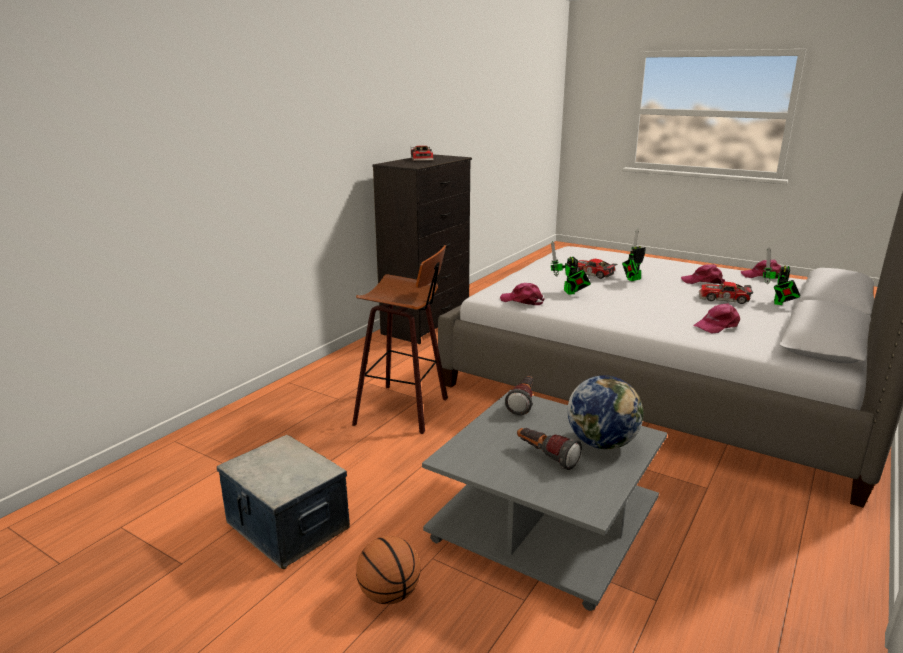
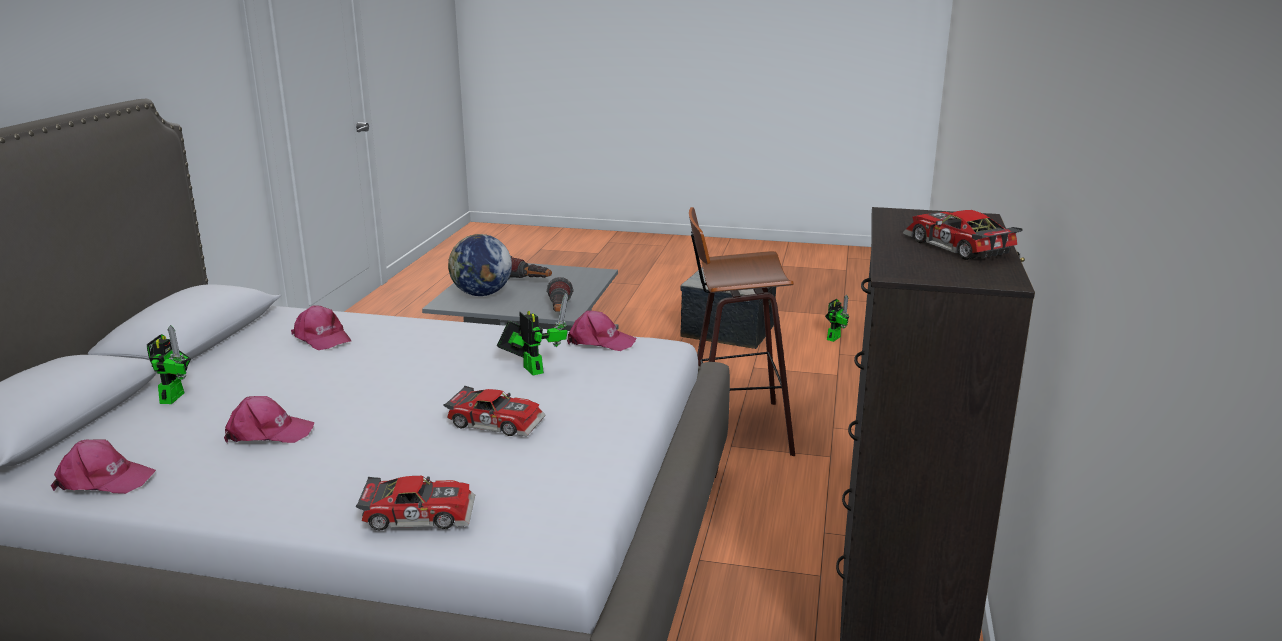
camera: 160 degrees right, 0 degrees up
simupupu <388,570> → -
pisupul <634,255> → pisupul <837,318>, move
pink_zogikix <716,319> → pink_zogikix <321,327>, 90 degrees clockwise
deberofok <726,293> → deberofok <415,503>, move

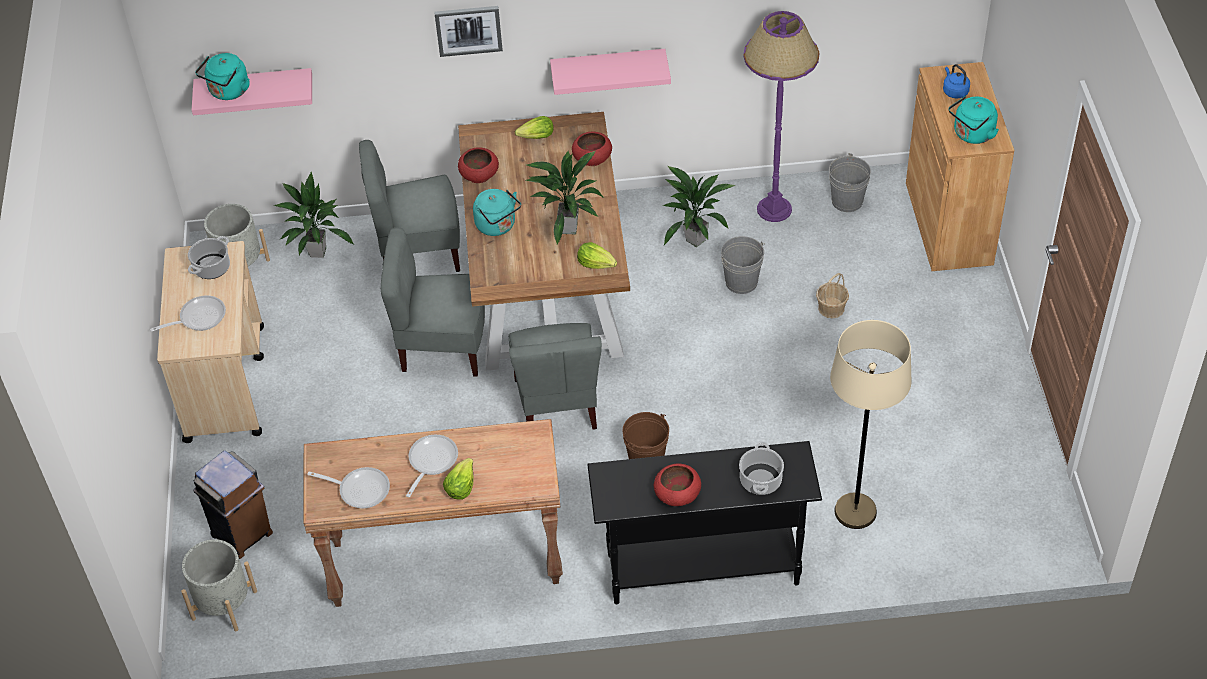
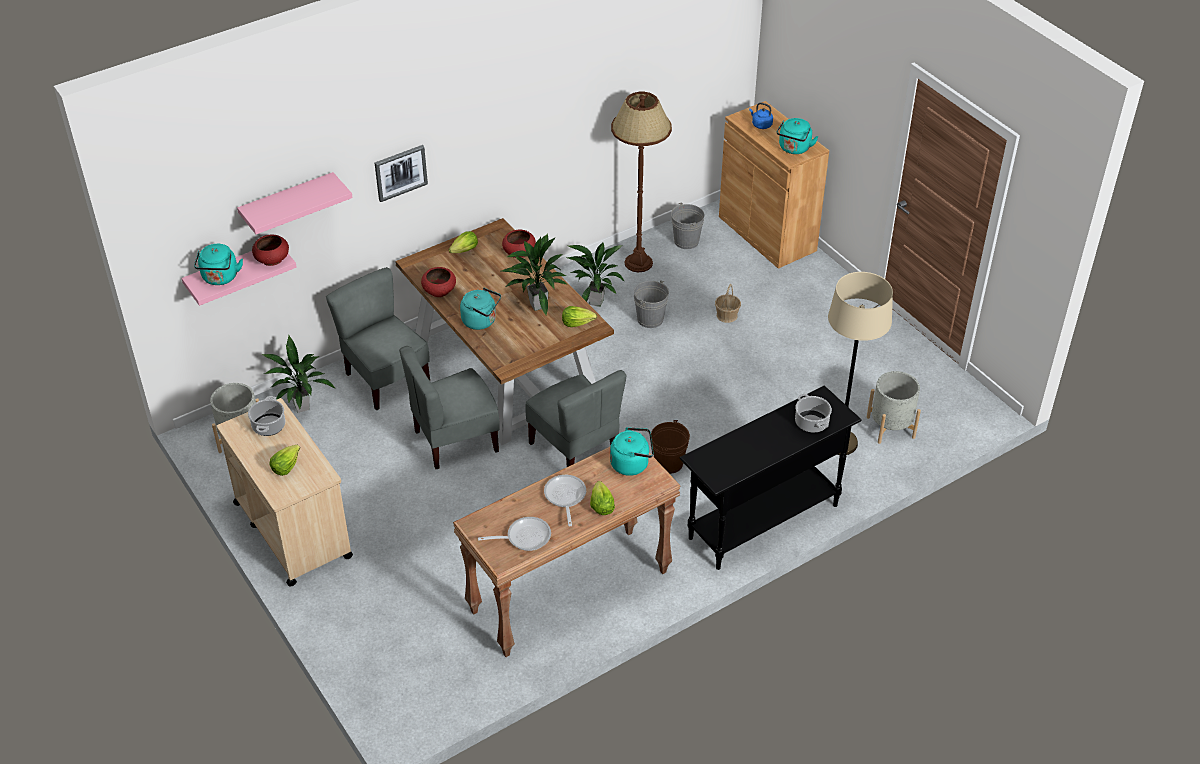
camera: 30 degrees left, 5 degrees down
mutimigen <188,313> → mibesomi <285,460>
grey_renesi <219,585> → grey_renesi <894,407>, move
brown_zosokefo <233,505> → -
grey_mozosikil <409,206> → grey_mozosikil <378,339>, 90 degrees clockwise
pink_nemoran <610,72> → pink_nemoran <295,203>, move
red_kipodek <677,484> → red_kipodek <270,250>, move
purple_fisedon <781,116> → brown_fisedon <641,182>
- → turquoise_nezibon <631,451>

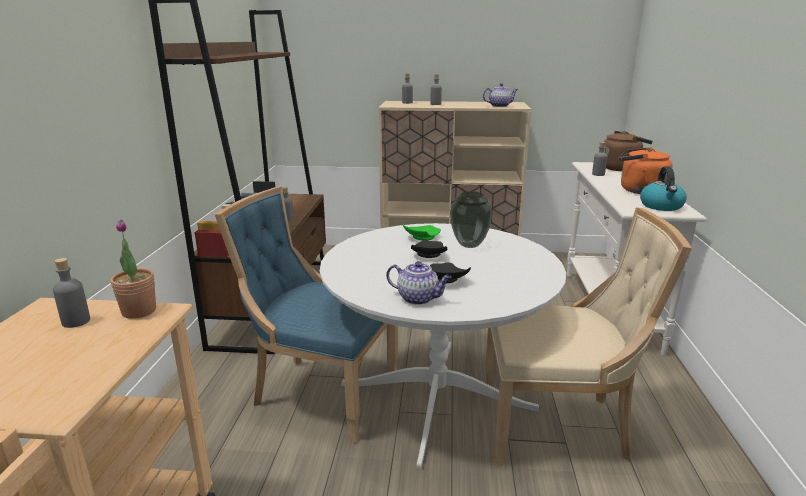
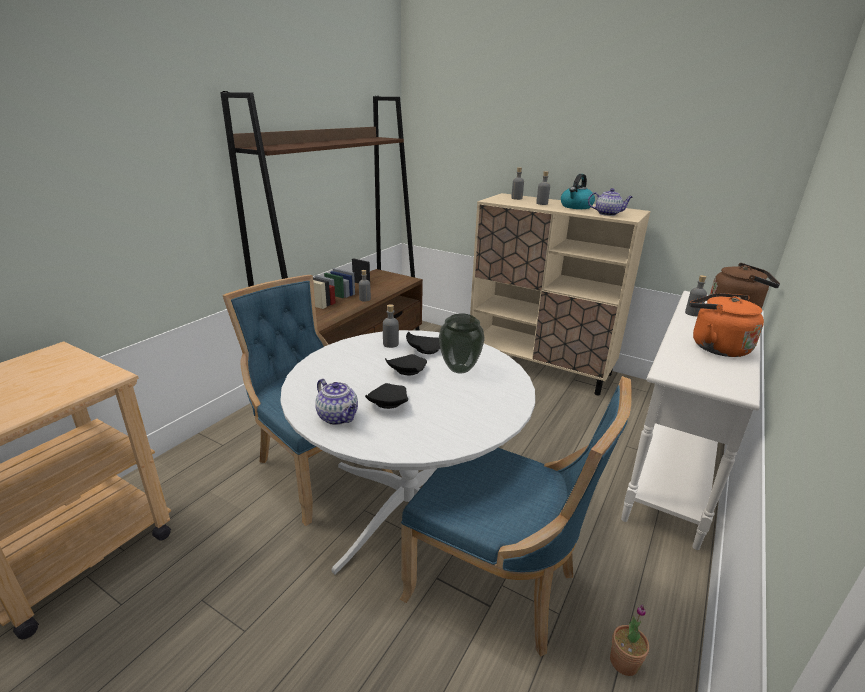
camera: 25 degrees right, 5 degrees up
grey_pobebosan <71,293> → grey_pobebosan <391,326>, move
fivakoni <133,269> → fivakoni <629,640>, move
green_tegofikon <422,232> → black_tegofikon <423,343>
beige_mozosikil <588,336> → blue_mozosikil <516,516>
nezibon <663,188> → nezibon <578,191>, move

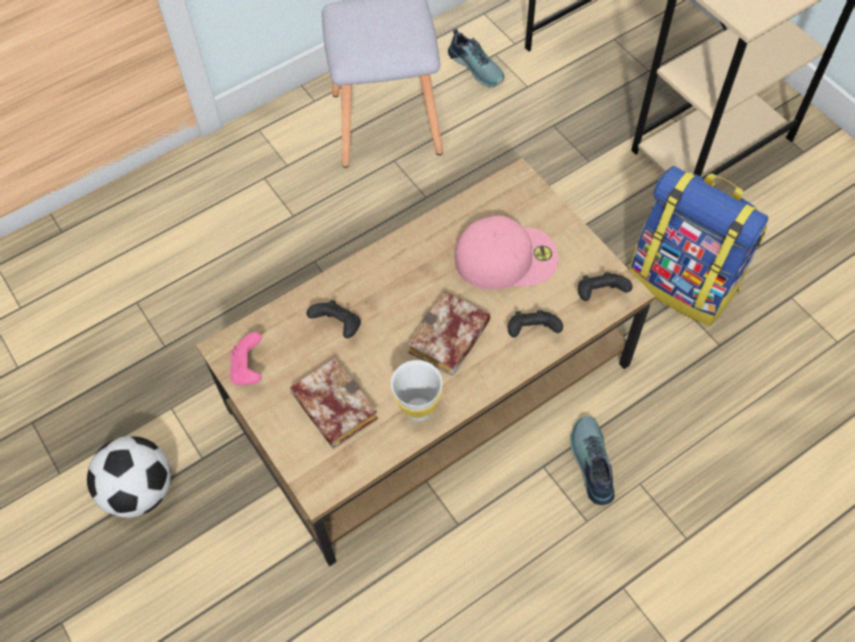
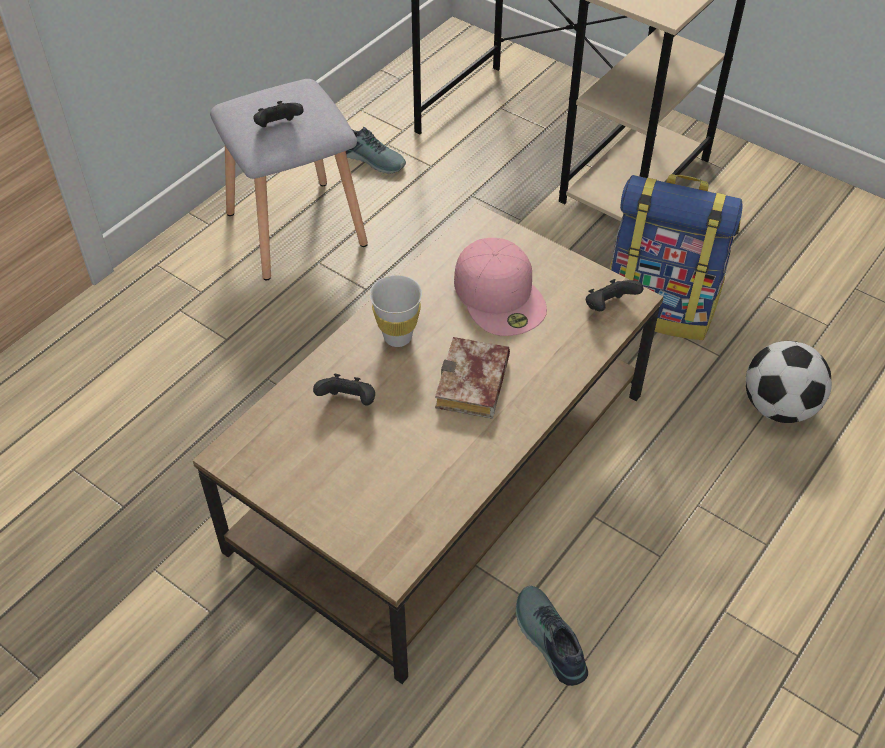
camera: 20 degrees left, 10 degrees down
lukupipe <129,477> → lukupipe <789,382>, move
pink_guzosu <246,358> → -
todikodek <334,403> → -
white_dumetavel <417,391> → white_dumetavel <395,311>, move
pink_zogikix <506,252> → pink_zogikix <500,287>, 90 degrees clockwise
black_guzosu <535,324> → black_guzosu <278,114>, move
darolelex <592,460> → darolelex <552,636>, move

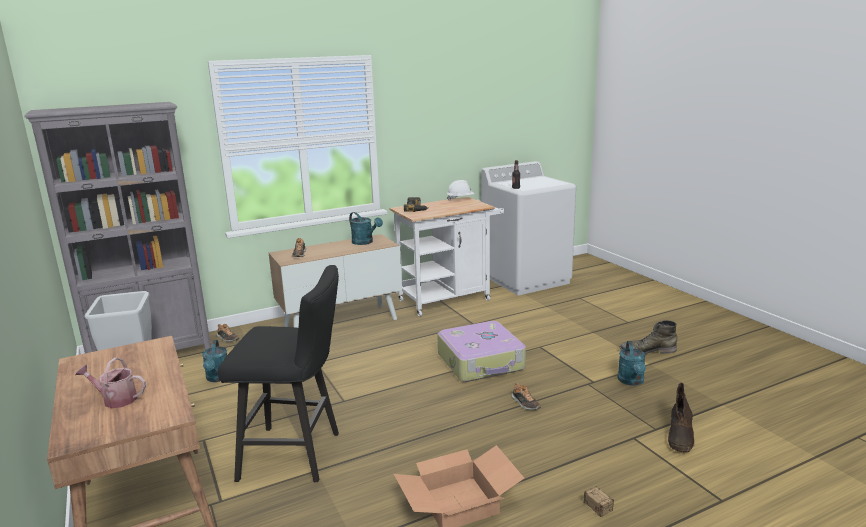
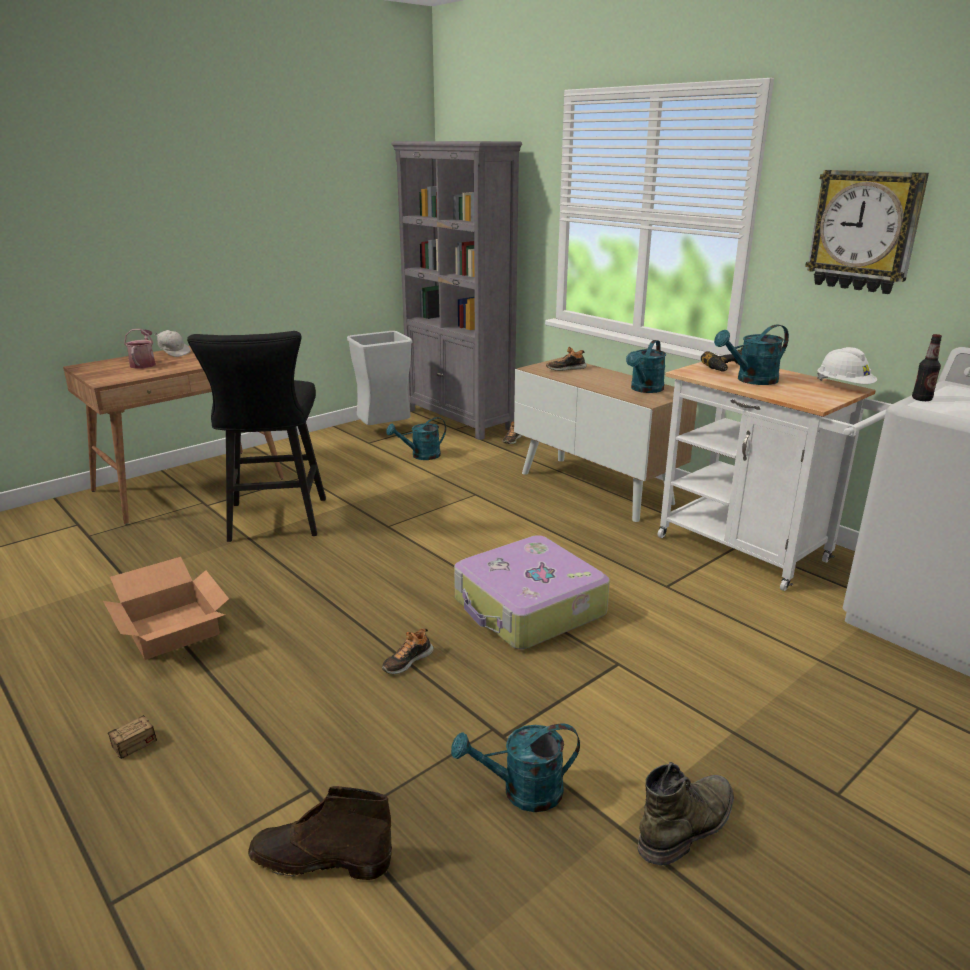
camera: 75 degrees right, 5 degrees up
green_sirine <648,337> → green_sirine <685,813>, 60 degrees clockwise
- → white_zogikix <172,343>
- → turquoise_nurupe <751,354>
- → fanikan <867,232>

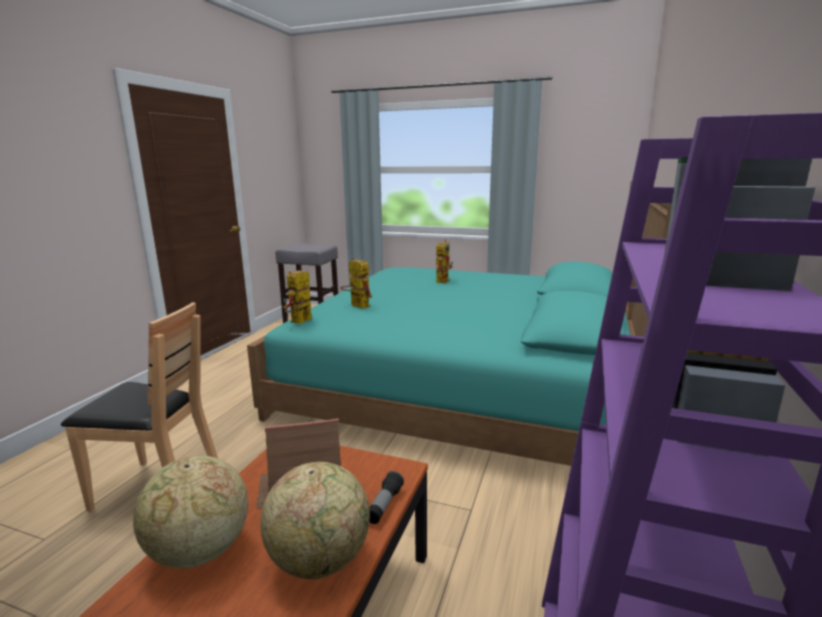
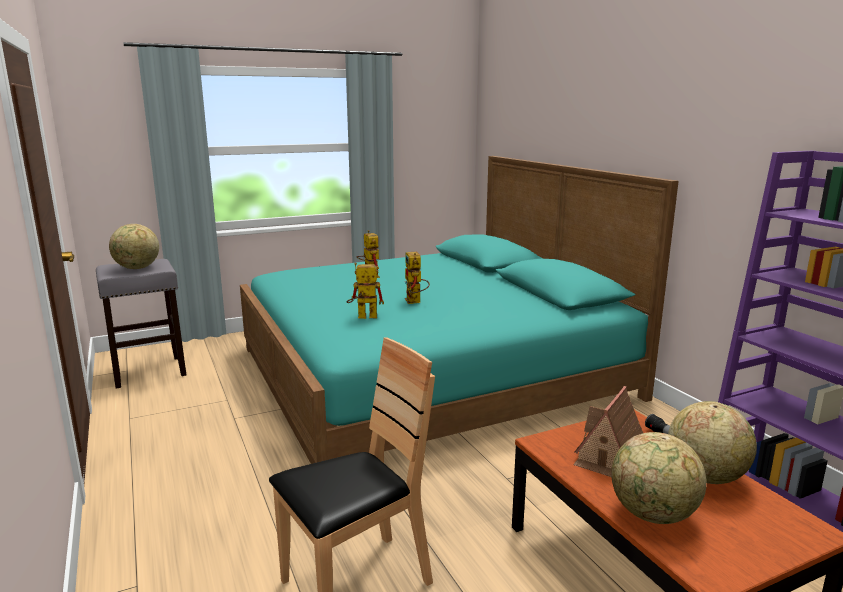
camera: 45 degrees left, 0 degrees up
pisupul <297,297> → pisupul <417,278>, move
- → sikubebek <134,246>

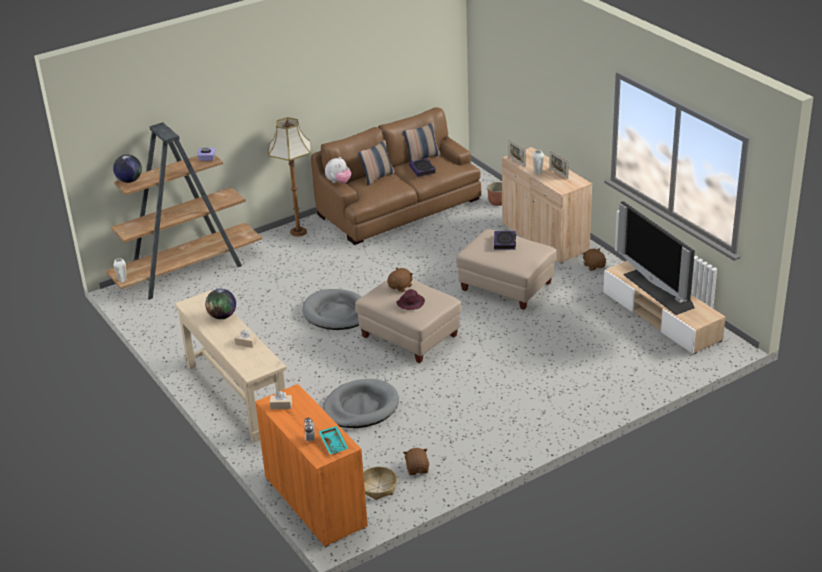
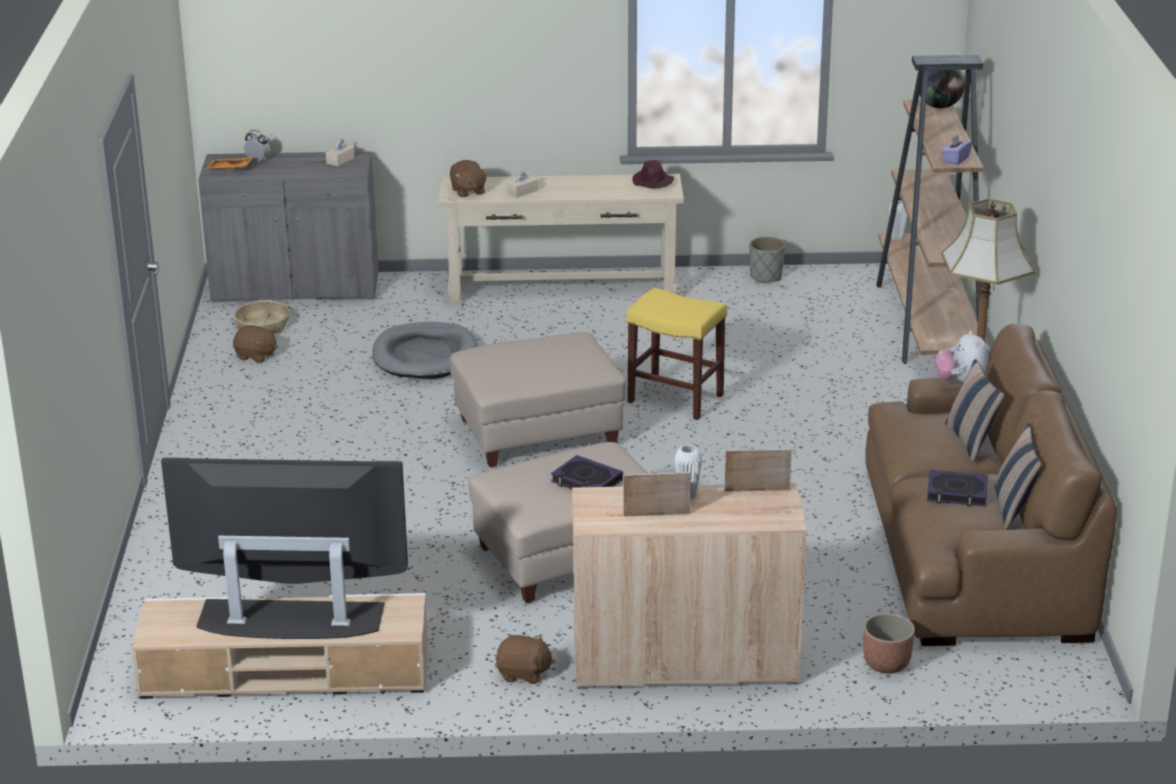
camera: 120 degrees right, 5 degrees down
sikubebek <220,304> → -
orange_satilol <311,466> → grey_satilol <288,226>
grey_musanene <332,309> → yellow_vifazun <676,354>
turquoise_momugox <333,440> → orange_momugox <229,163>
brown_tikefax <400,279> → brown_tikefax <469,178>, move
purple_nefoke <410,299> → purple_nefoke <653,174>, move
- → grey_renesi <767,260>

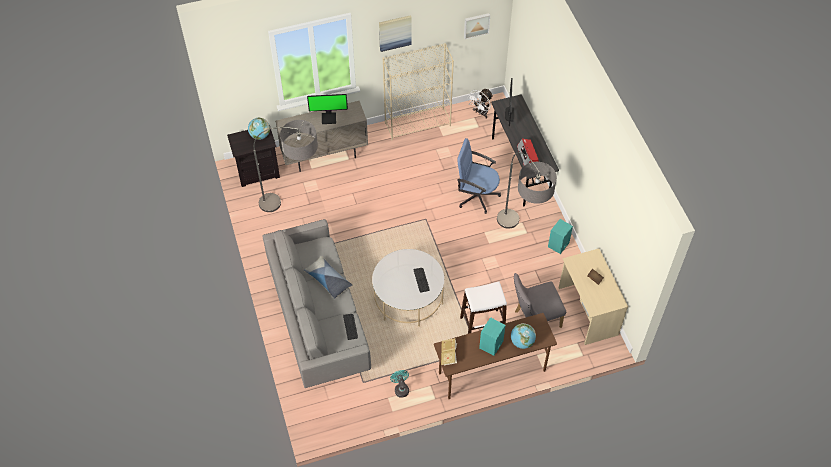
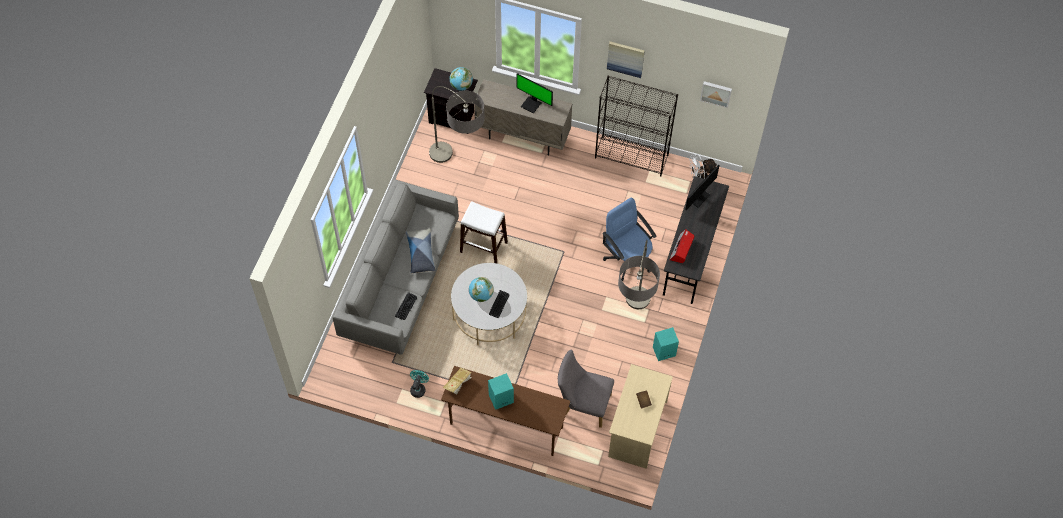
camera: 35 degrees right, 5 degrees up
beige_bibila <418,91> → black_bibila <636,125>
white_vifazun <483,308> → white_vifazun <484,232>, move
sikubebek <523,336> → sikubebek <481,289>, move

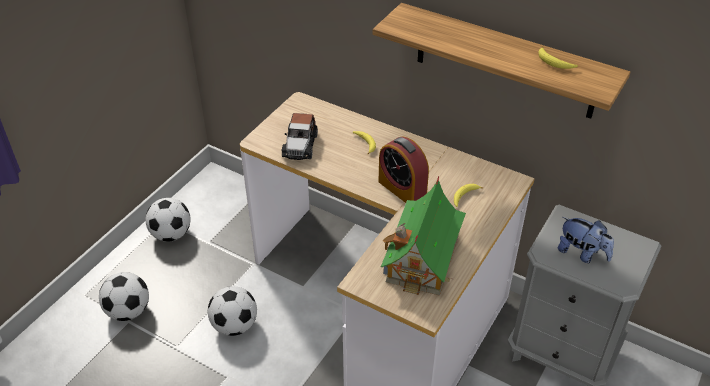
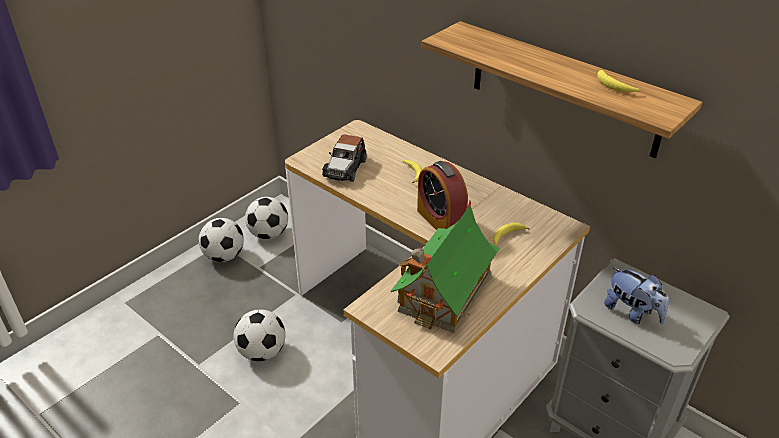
camera: 10 degrees right, 5 degrees down
lukupipe <124,296> → lukupipe <266,218>, move

